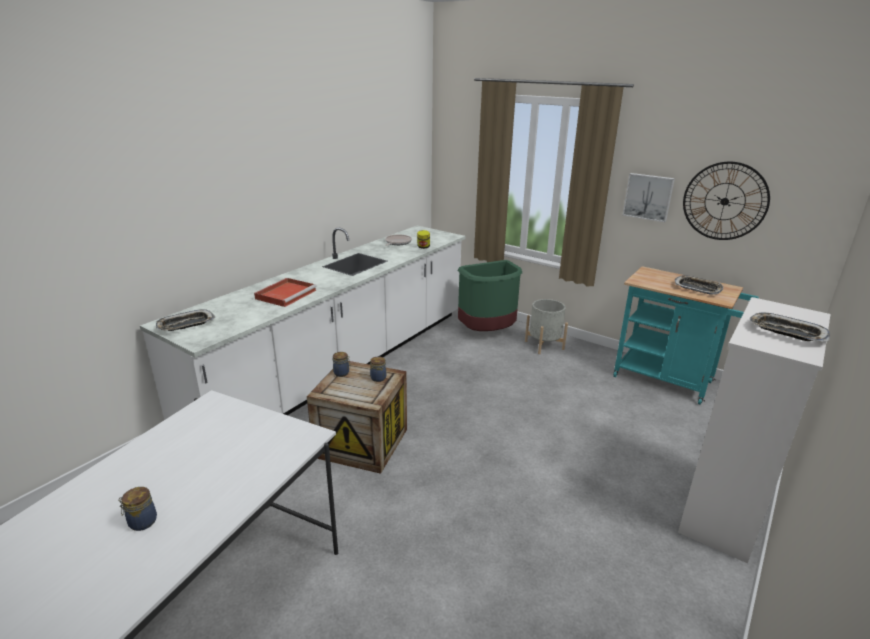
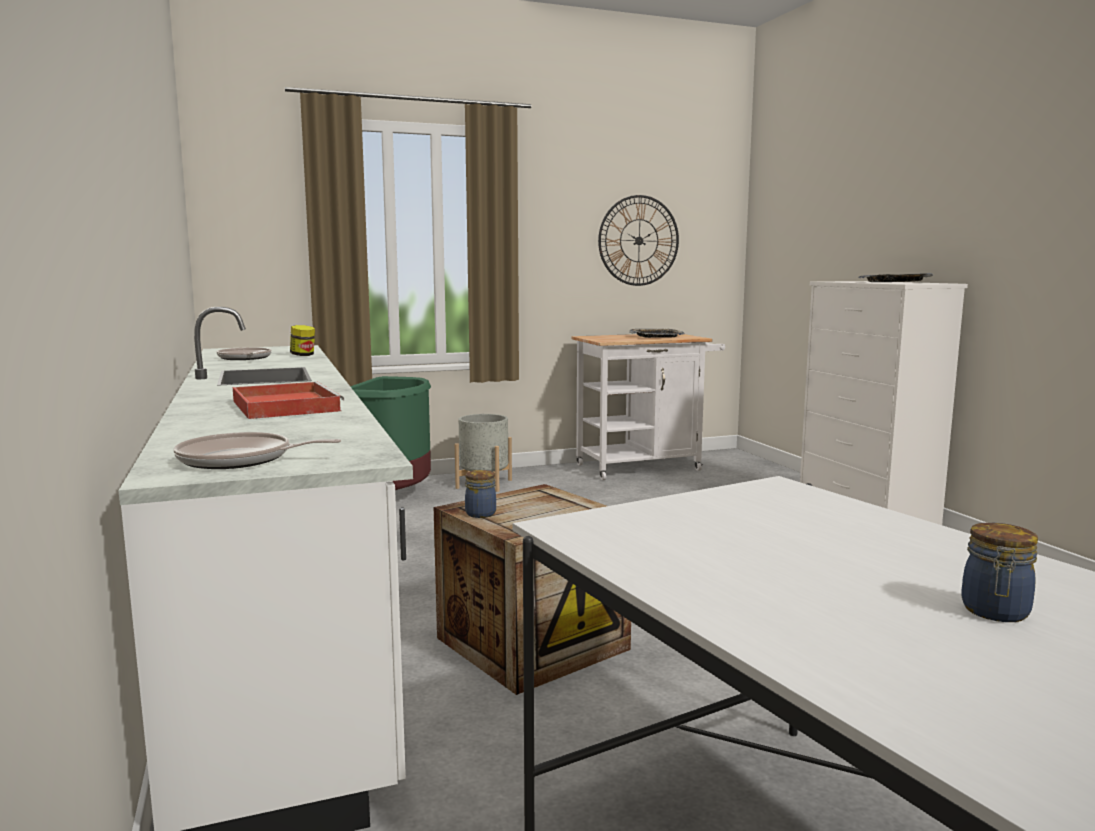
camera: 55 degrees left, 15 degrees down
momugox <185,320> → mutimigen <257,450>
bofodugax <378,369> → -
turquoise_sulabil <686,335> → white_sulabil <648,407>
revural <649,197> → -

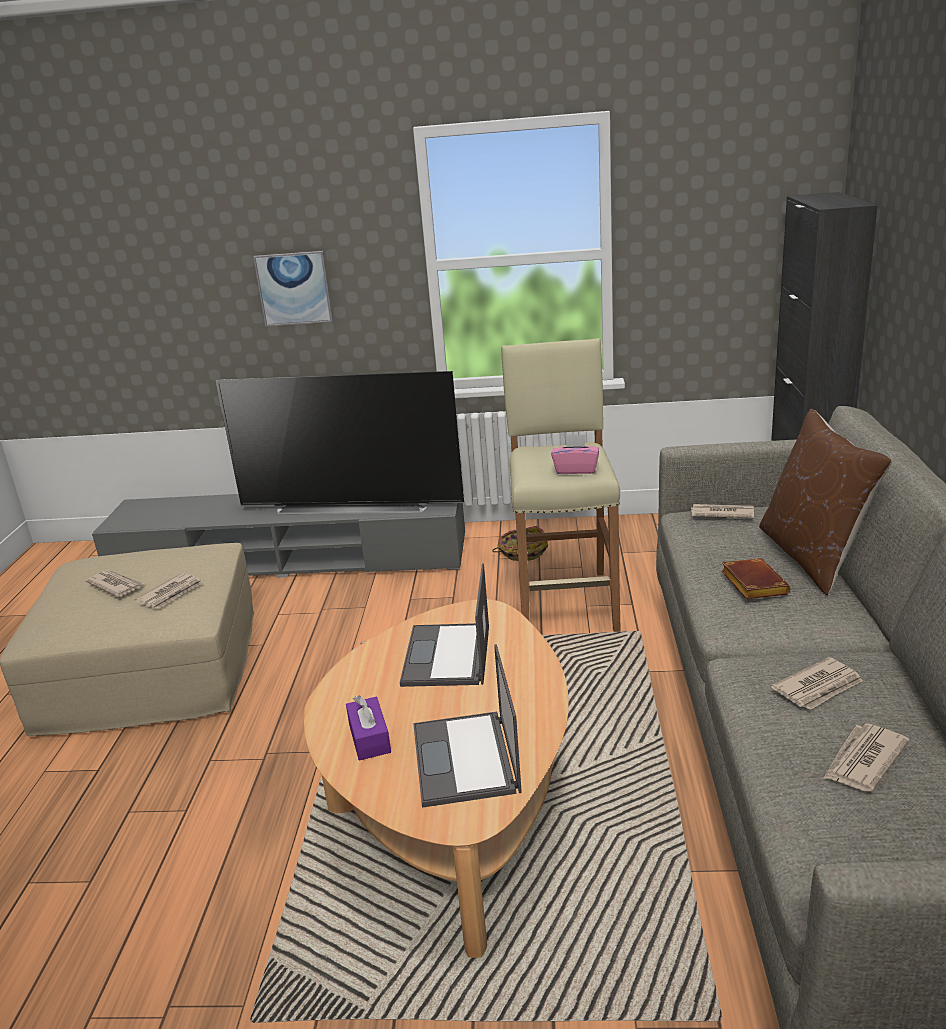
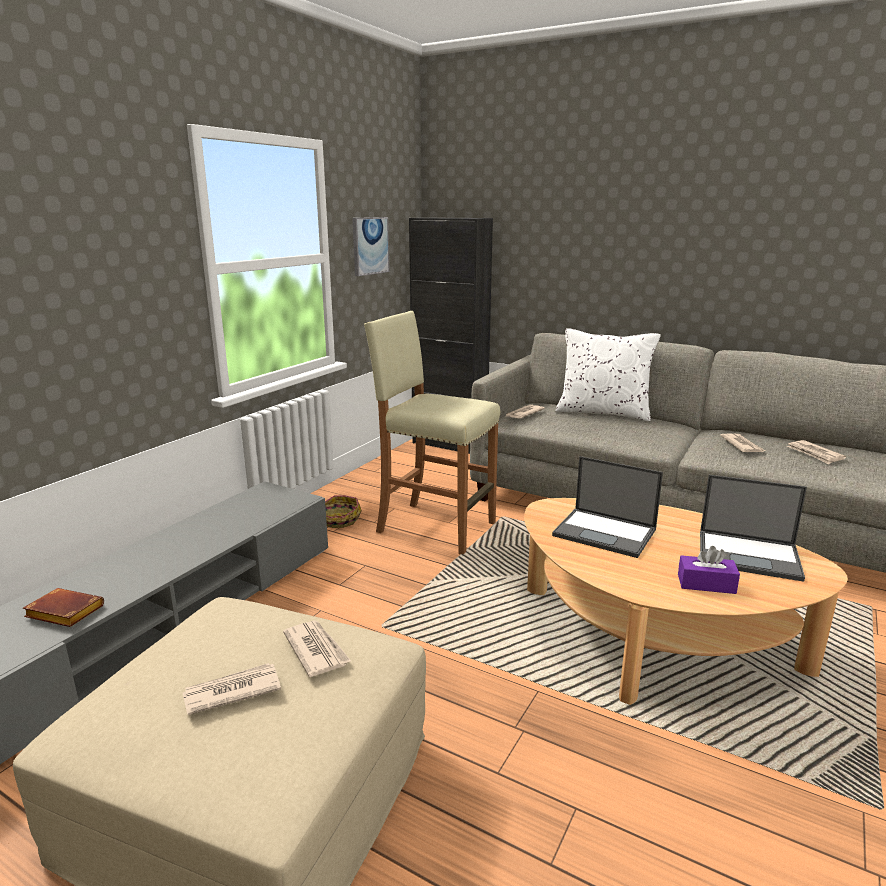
camera: 65 degrees left, 5 degrees down
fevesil <340,442> → -
revural <293,288> → revural <371,246>, move
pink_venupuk <575,454> → -
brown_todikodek <756,578> → brown_todikodek <63,607>, move
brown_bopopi <825,502> → white_bopopi <608,374>

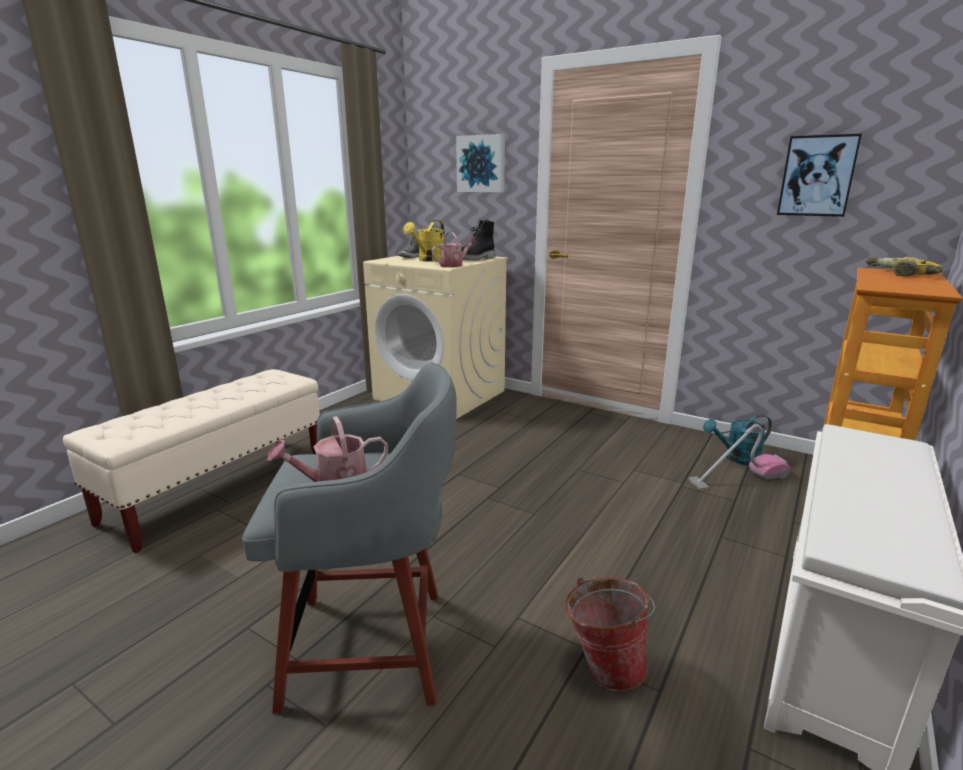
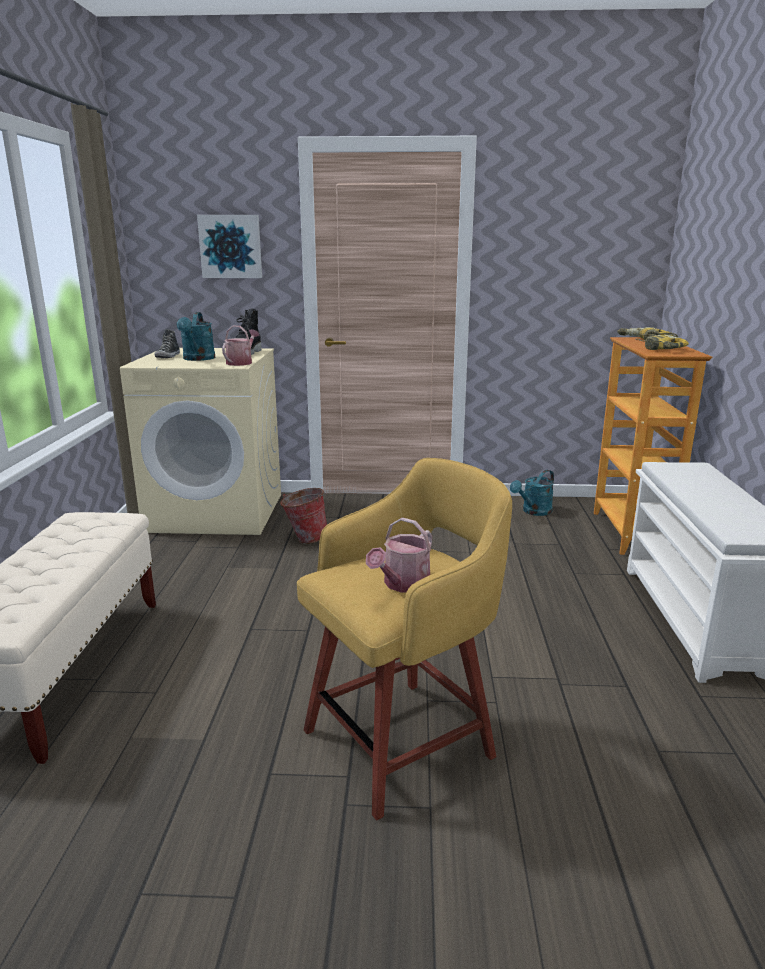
camera: 30 degrees left, 0 degrees up
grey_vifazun <349,538> → yellow_vifazun <404,639>
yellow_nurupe <424,241> → turquoise_nurupe <196,336>
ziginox <610,634> → ziginox <303,516>, move
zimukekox <739,457> → -
revural <819,175> → -
- → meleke <662,342>

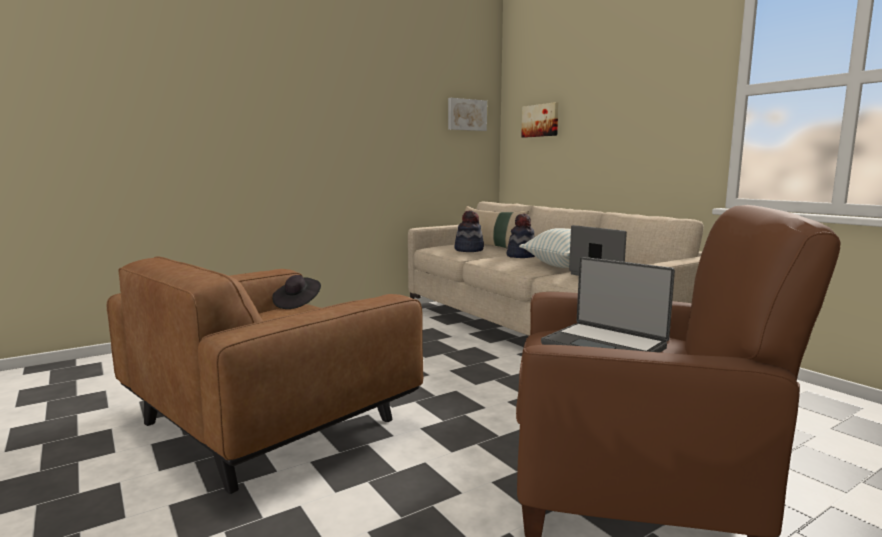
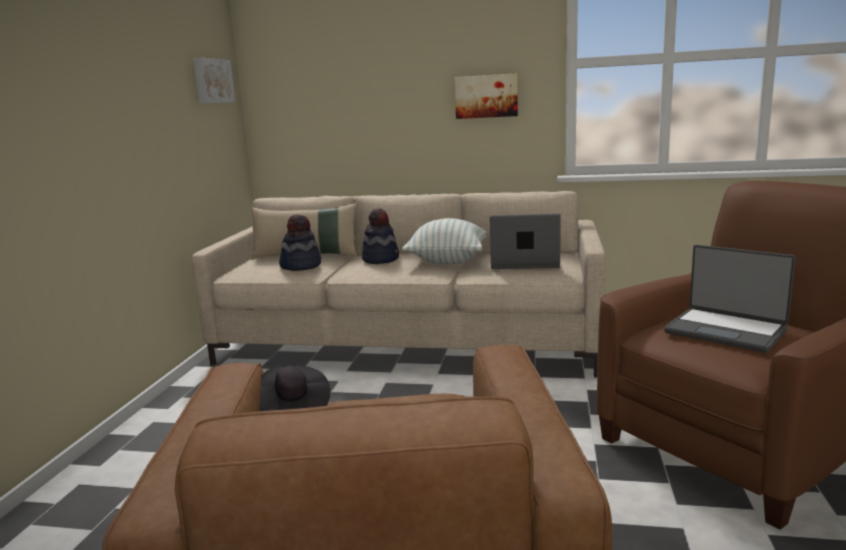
camera: 45 degrees left, 5 degrees up
revural <540,120> → revural <486,96>, move
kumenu <608,305> → kumenu <730,299>, 45 degrees clockwise

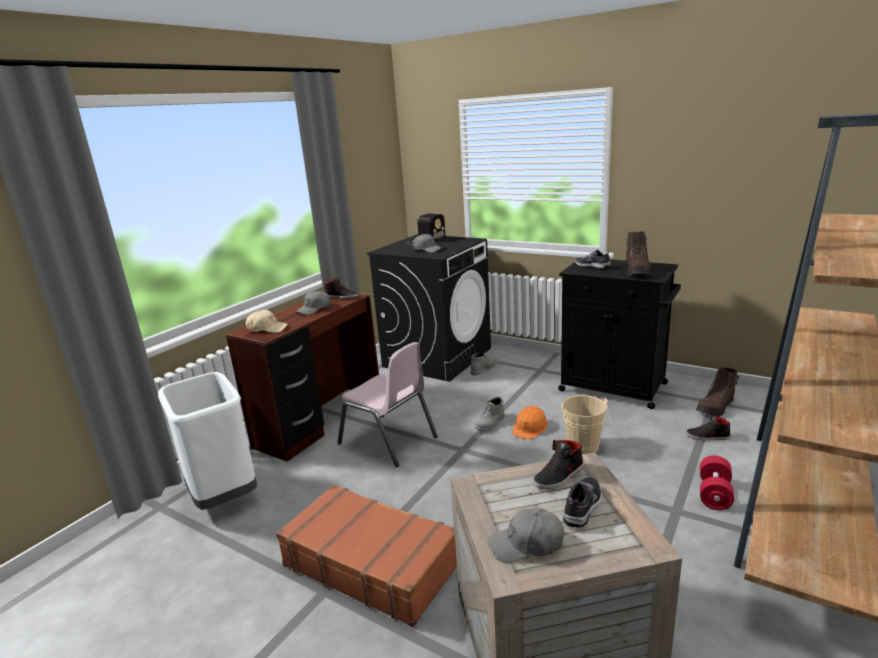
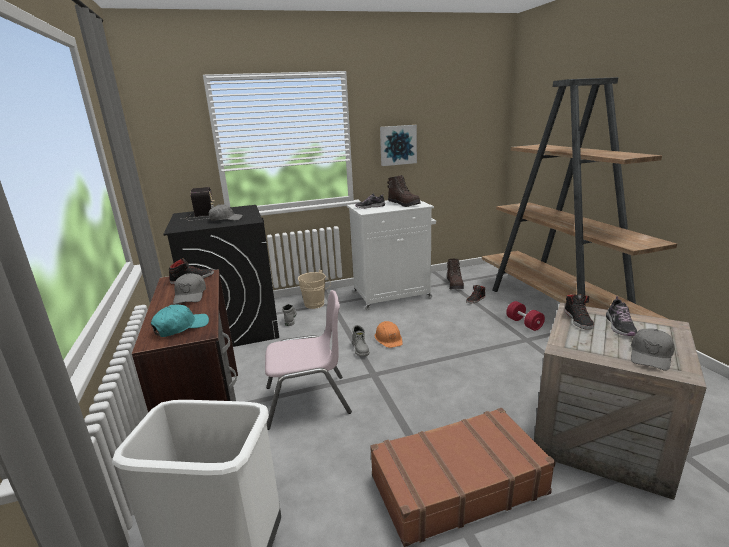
camera: 50 degrees left, 0 degrees up
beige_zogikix <267,321> → turquoise_zogikix <180,321>
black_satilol <619,333> → white_satilol <391,255>
beige_ziginox <585,424> → beige_ziginox <314,289>, move
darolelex <582,502> → darolelex <621,316>, 150 degrees counterclockwise
- → revural <398,145>

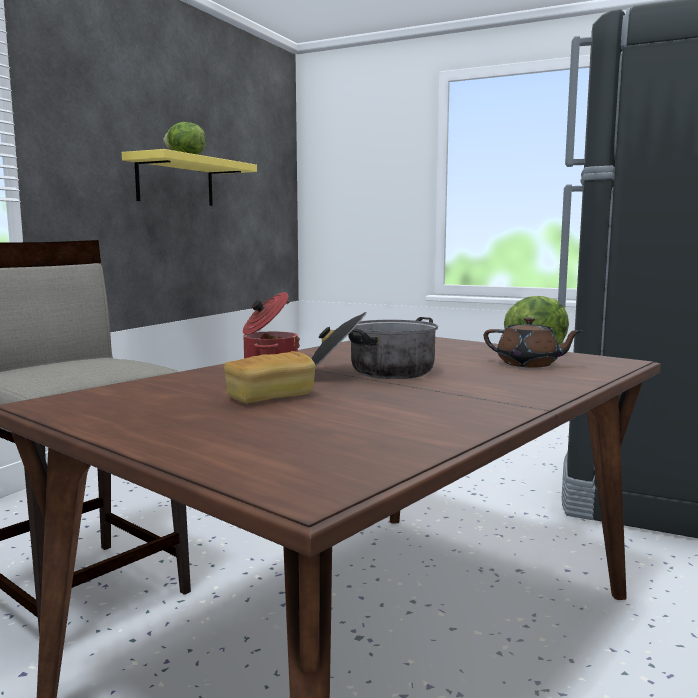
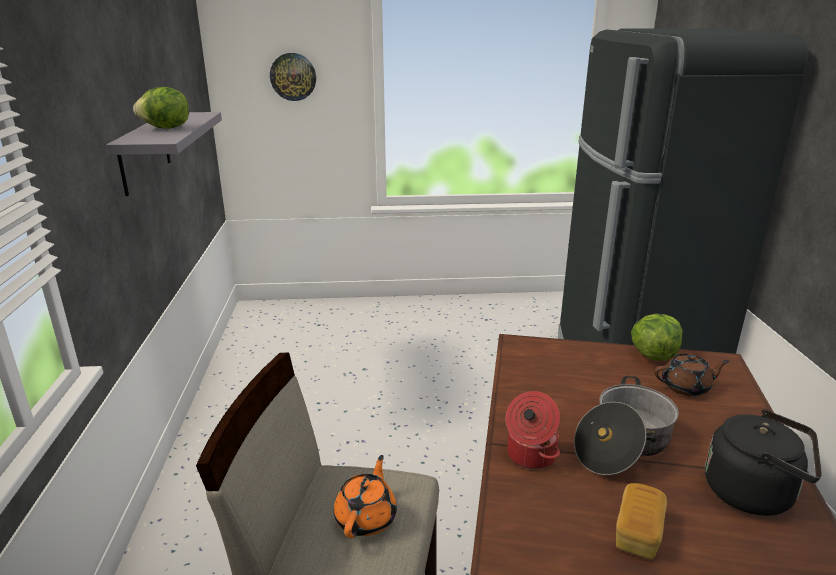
camera: 30 degrees left, 15 degrees up
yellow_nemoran <189,177> → grey_nemoran <164,154>
- → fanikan <293,77>
- → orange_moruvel <365,496>
- → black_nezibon <763,463>

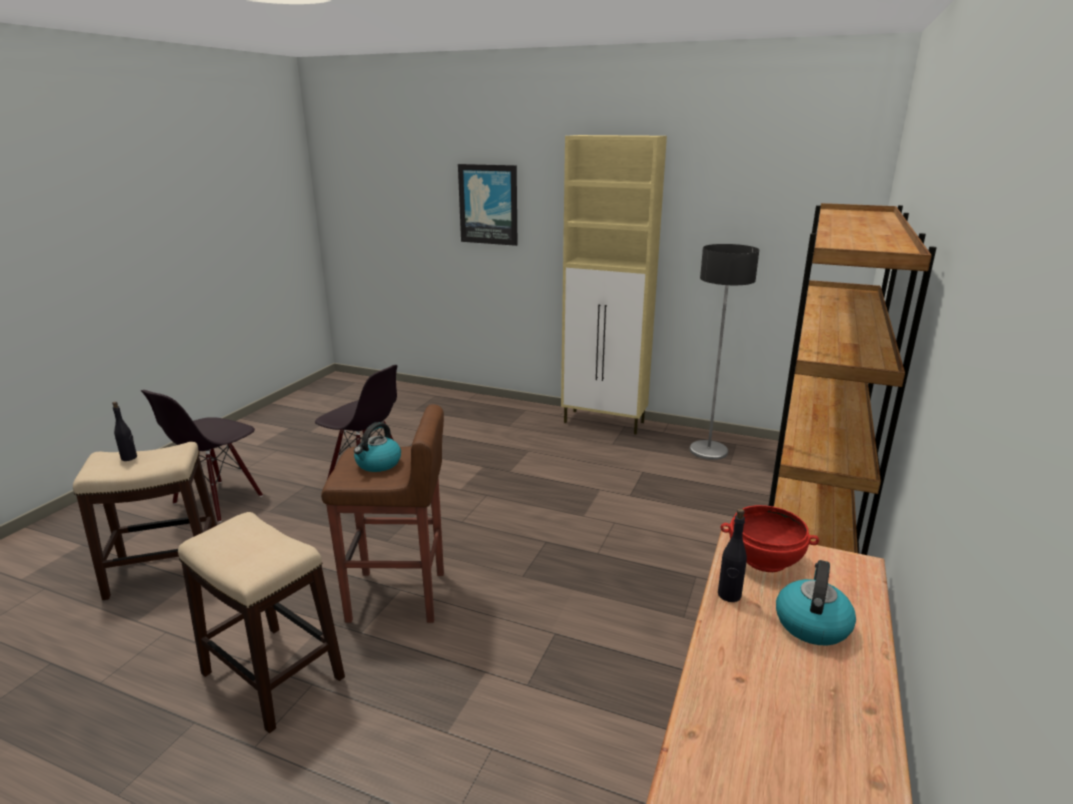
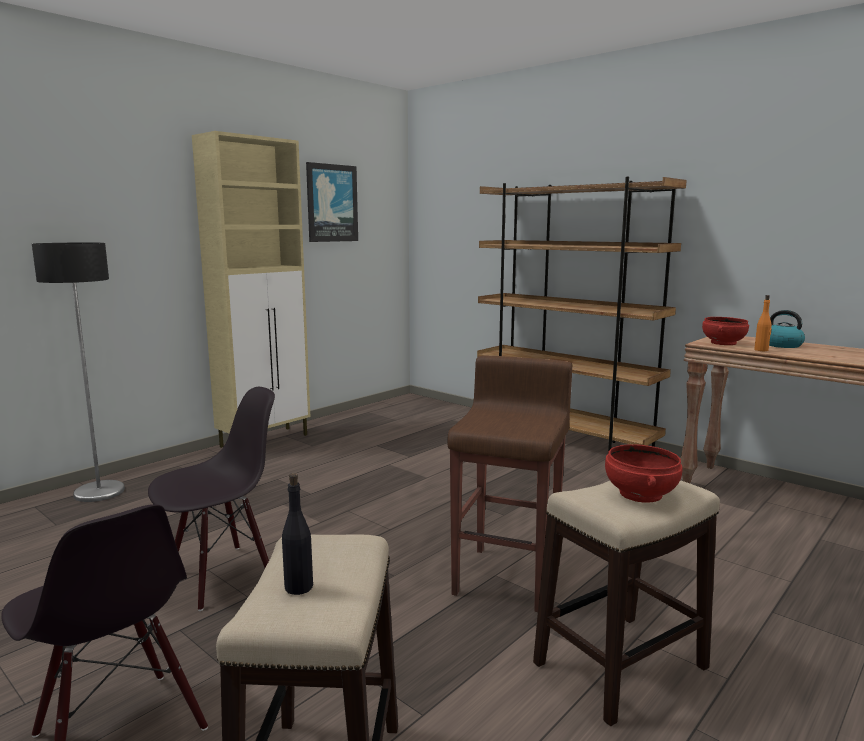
camera: 70 degrees left, 10 degrees down
nezibon <377,447> → -
revural <488,205> → revural <332,202>, move
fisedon <724,352> → fisedon <78,372>, move
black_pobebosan <732,555> → orange_pobebosan <762,323>
- → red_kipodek <643,473>

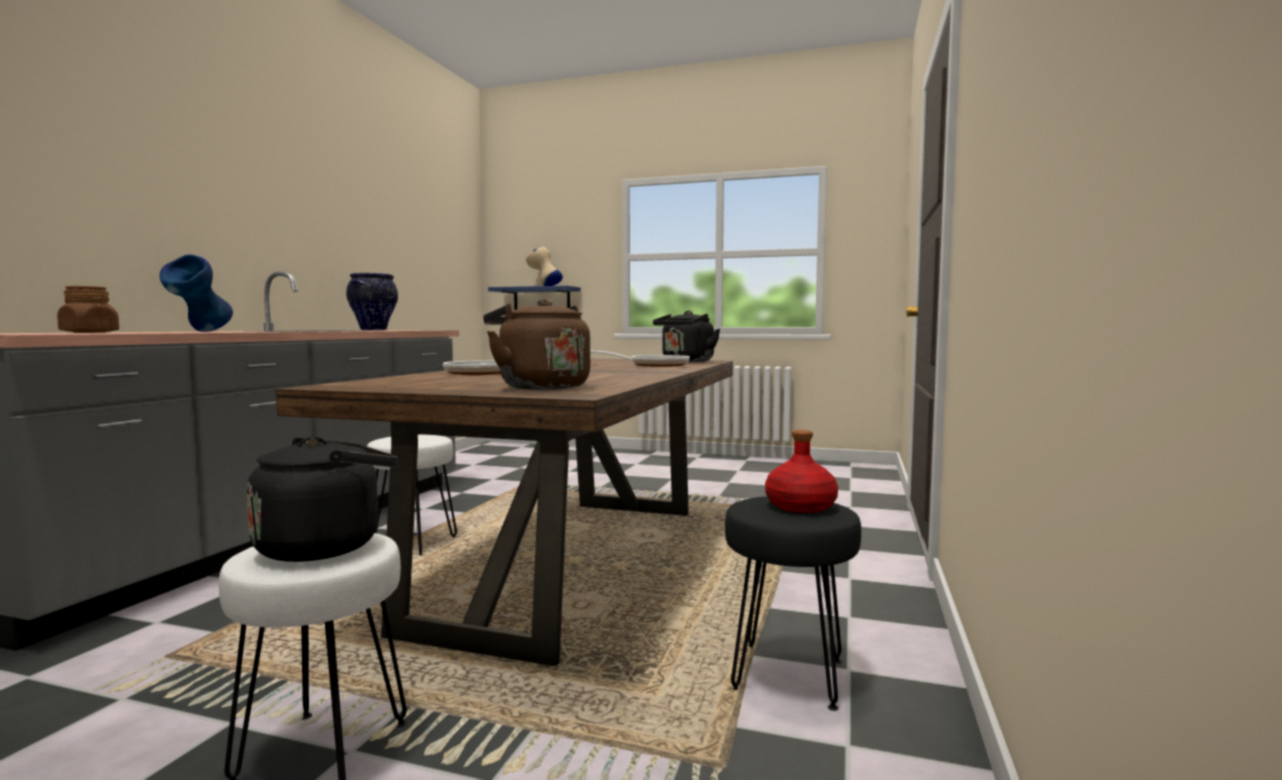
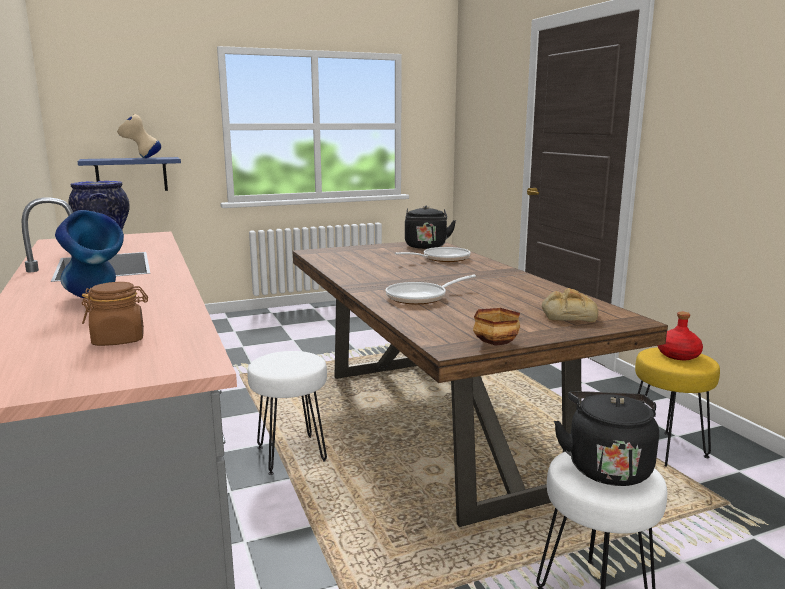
camera: 40 degrees left, 10 degrees up
brown_nezibon <536,344> → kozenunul <570,305>
black_vifazun <793,603> → yellow_vifazun <677,407>
- → kipodek <496,327>

